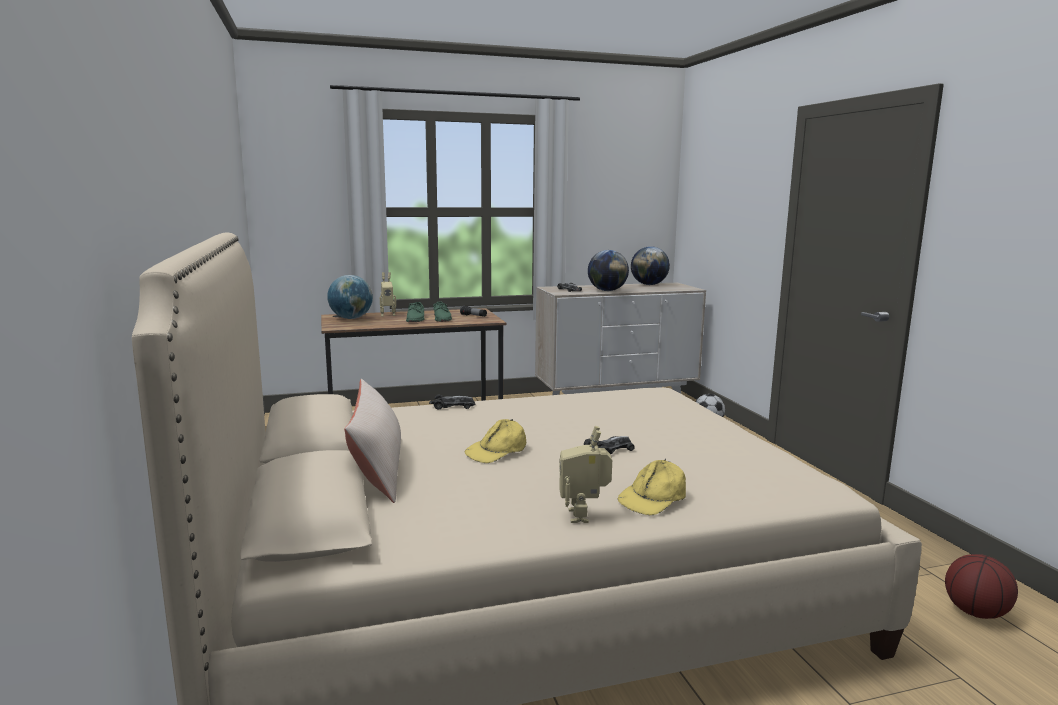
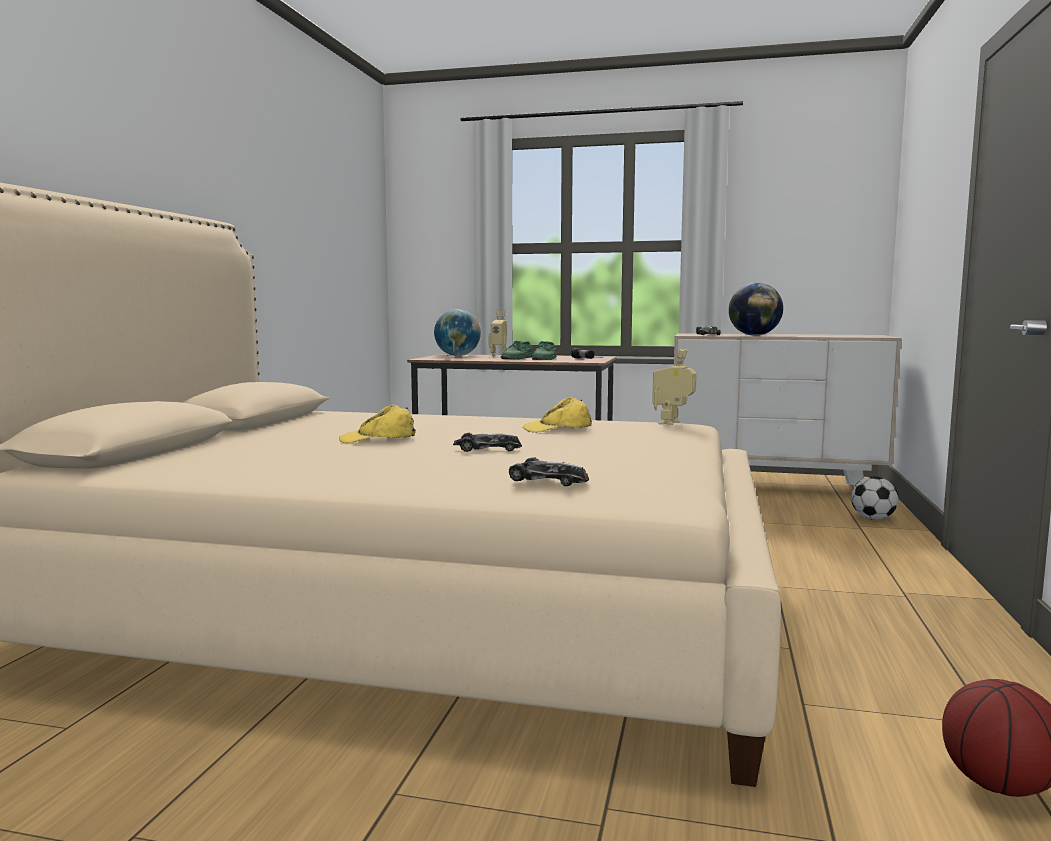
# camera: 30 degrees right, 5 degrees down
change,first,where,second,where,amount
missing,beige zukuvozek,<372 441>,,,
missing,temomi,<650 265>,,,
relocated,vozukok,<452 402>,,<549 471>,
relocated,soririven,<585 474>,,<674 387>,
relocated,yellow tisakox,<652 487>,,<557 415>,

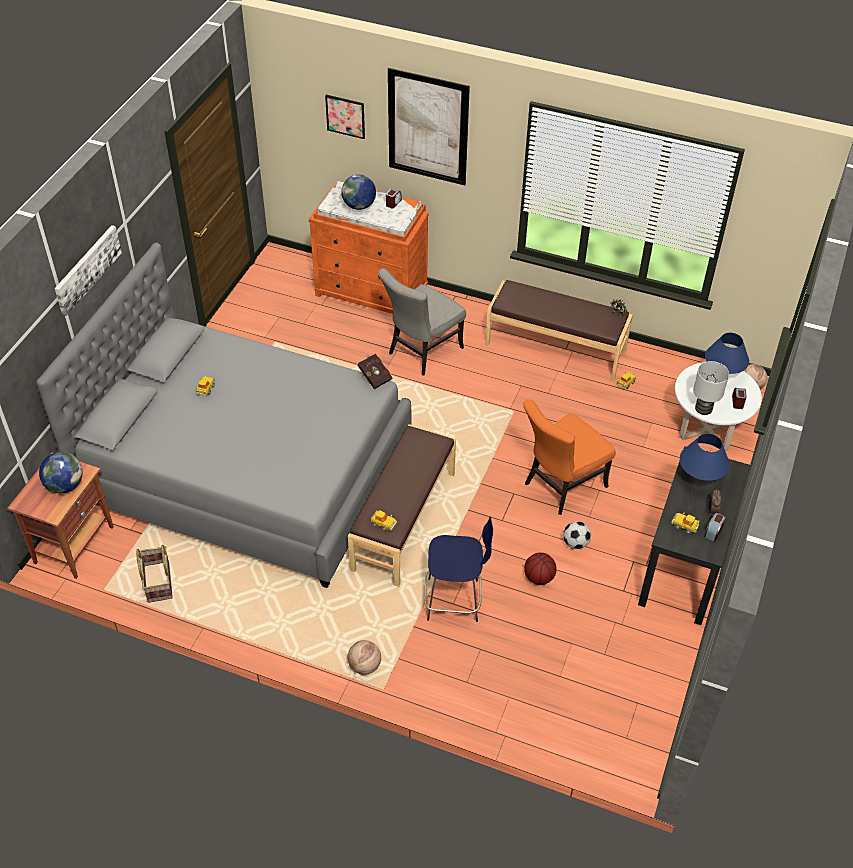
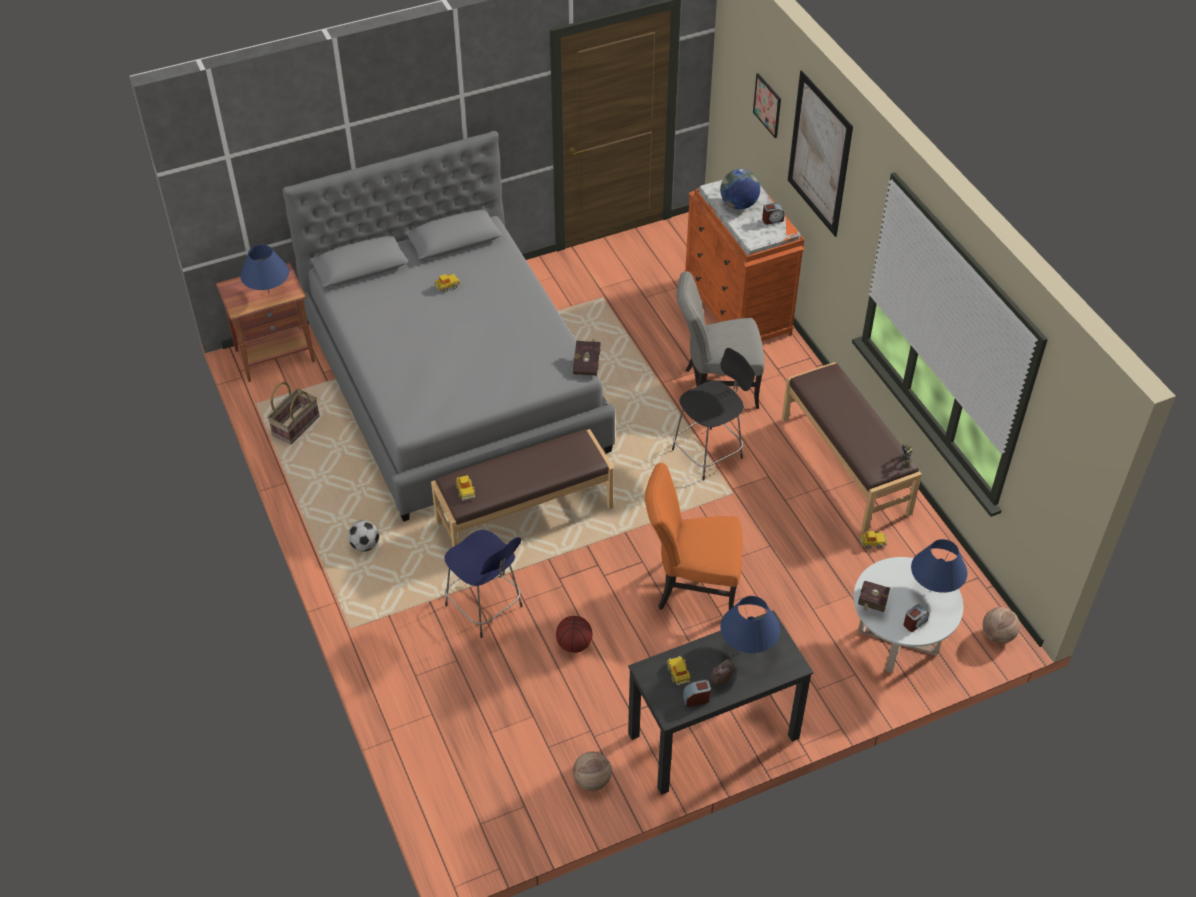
# camera: 45 degrees right, 0 degrees up
change,first,where,second,where,amount
missing,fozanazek,<88 270>,,,
appeared,,,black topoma,<713 414>,
relocated,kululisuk,<364 657>,,<592 771>,
relocated,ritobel,<577 535>,,<363 536>,
exchanged,temomi,<61 472>,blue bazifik,<264 269>,
exchanged,grey bazifik,<711 388>,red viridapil,<874 596>,

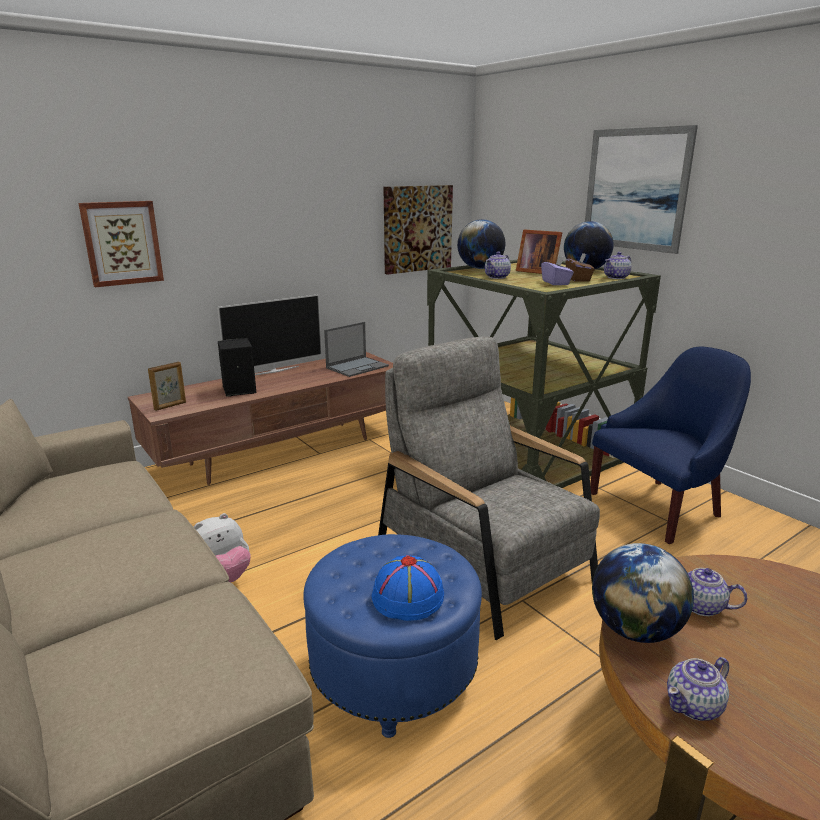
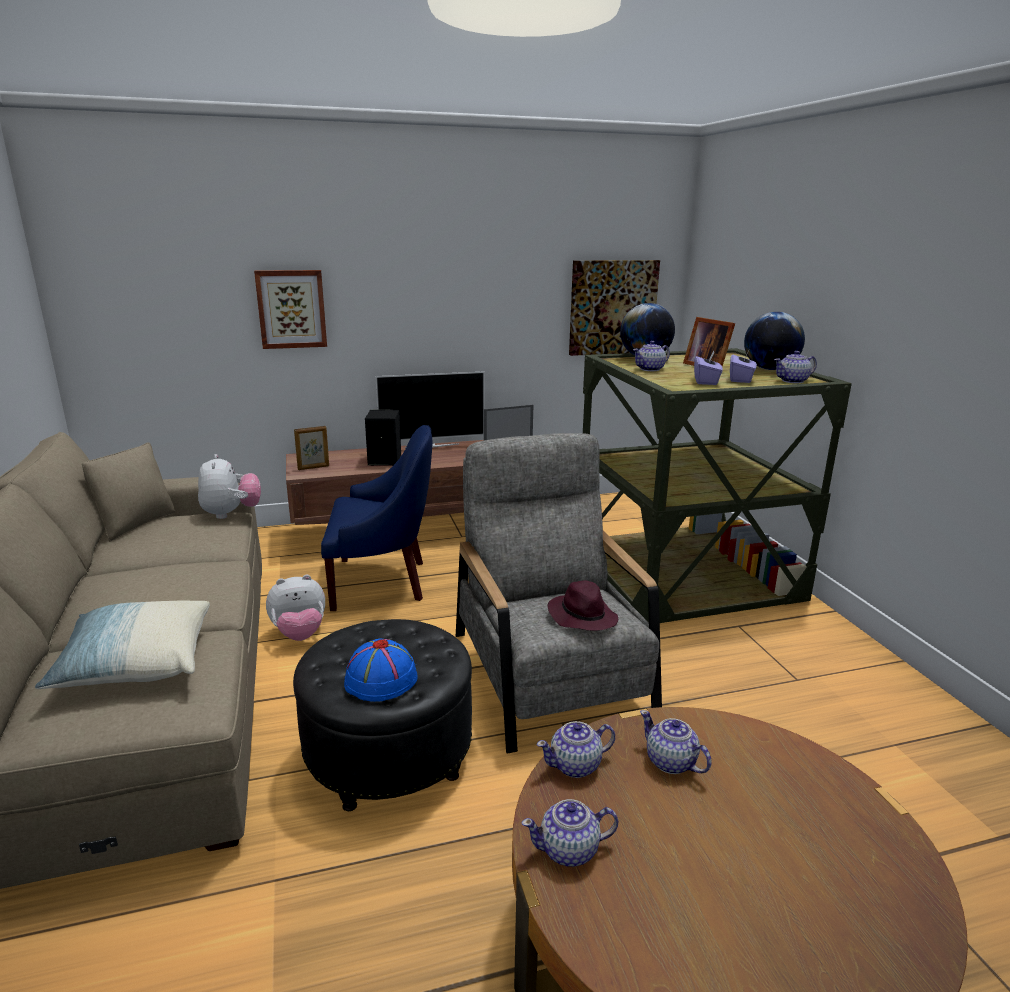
# camera: 20 degrees right, 0 degrees up
change,first,where,second,where,amount
missing,fozanazek,<641 189>,,,
appeared,,,zukuvozek,<122 644>,
appeared,,,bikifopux,<229 486>,
appeared,,,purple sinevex,<583 605>,
relocated,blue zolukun,<670 445>,,<377 518>,
exchanged,temomi,<643 593>,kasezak,<576 749>,
colour,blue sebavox,<392 636>,black sebavox,<382 715>,
colour,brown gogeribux,<580 267>,purple gogeribux,<743 367>,

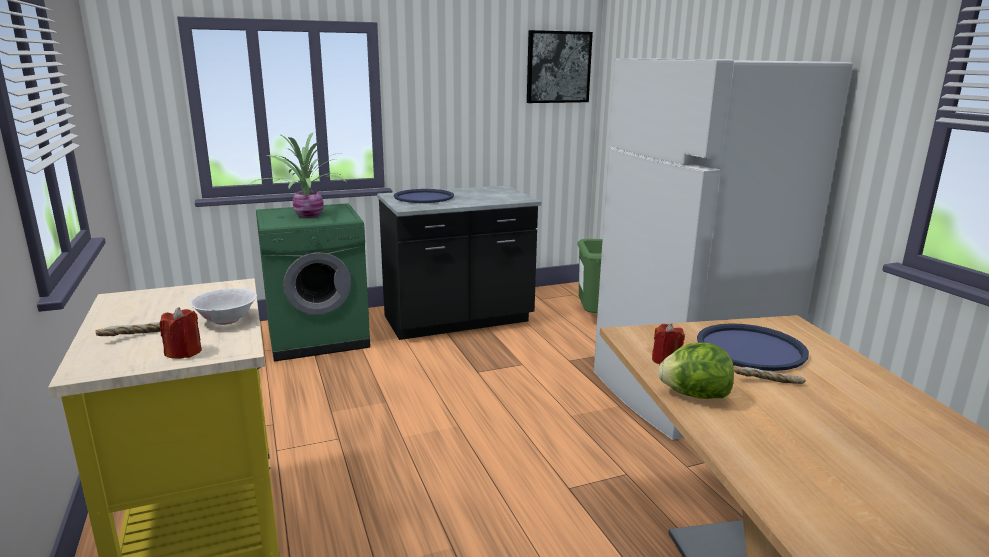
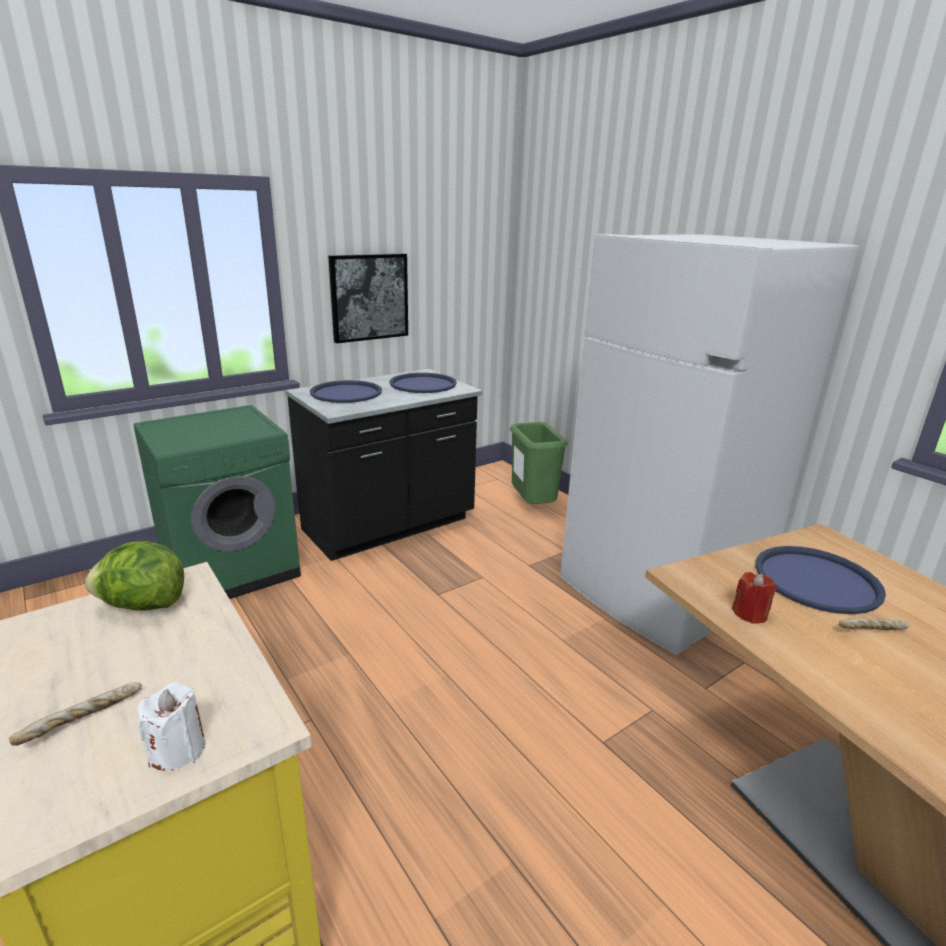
# camera: 15 degrees left, 5 degrees up
change,first,where,second,where,amount
missing,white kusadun,<223 306>,,,
missing,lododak,<298 175>,,,
appeared,,,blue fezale,<423 383>,
relocated,fozanazek,<560 66>,,<368 298>,
relocated,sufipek,<696 371>,,<134 576>,
colour,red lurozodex,<181 333>,white lurozodex,<171 727>,

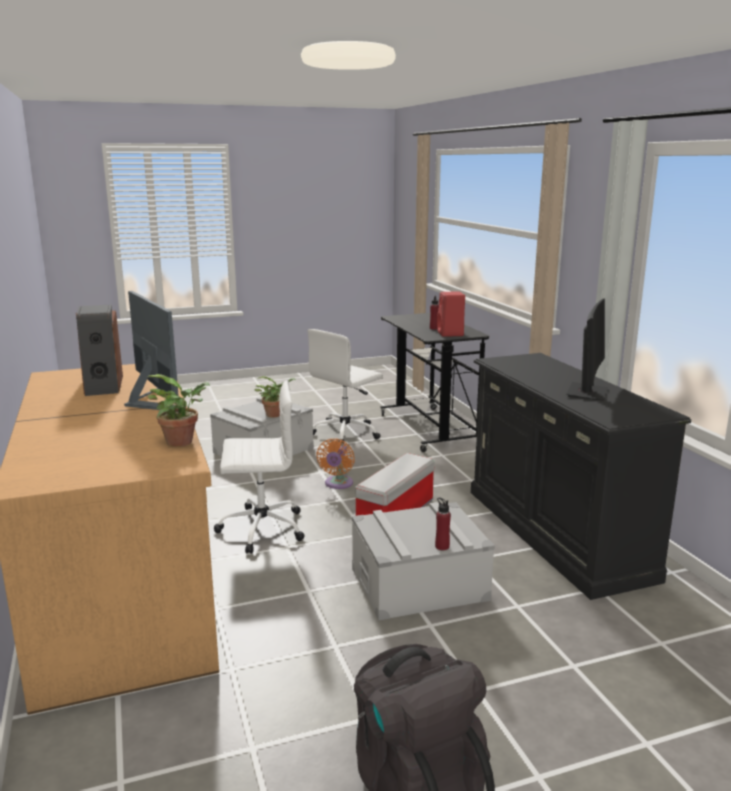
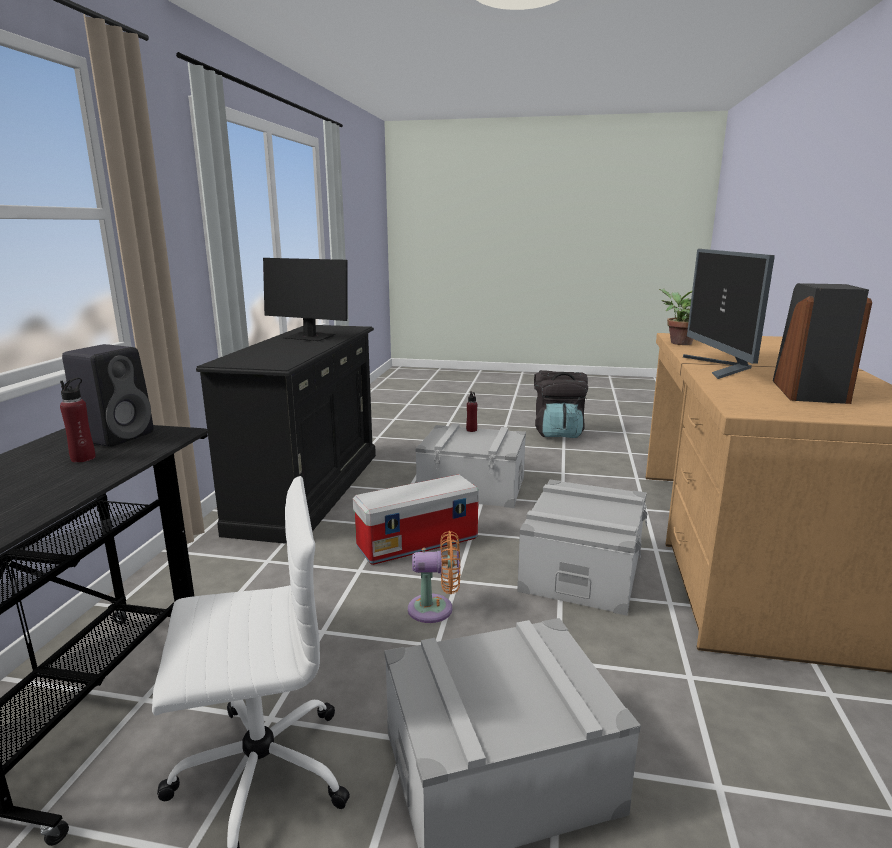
# camera: 150 degrees left, 0 degrees up
change,first,where,second,where,amount
missing,lododak,<275 397>,,,
exchanged,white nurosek,<259 467>,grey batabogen,<582 548>,
colour,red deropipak,<451 314>,black deropipak,<108 395>,
spun,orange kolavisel,<335 463>,,<434 577>,45 degrees clockwise
spun,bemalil,<587 349>,,<305 300>,120 degrees counterclockwise

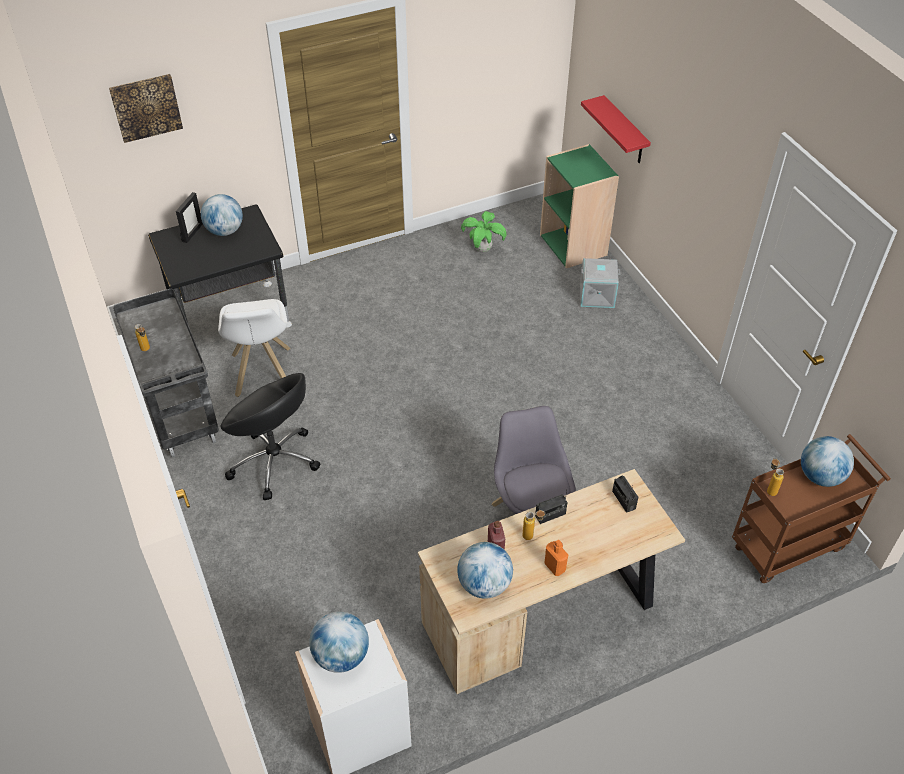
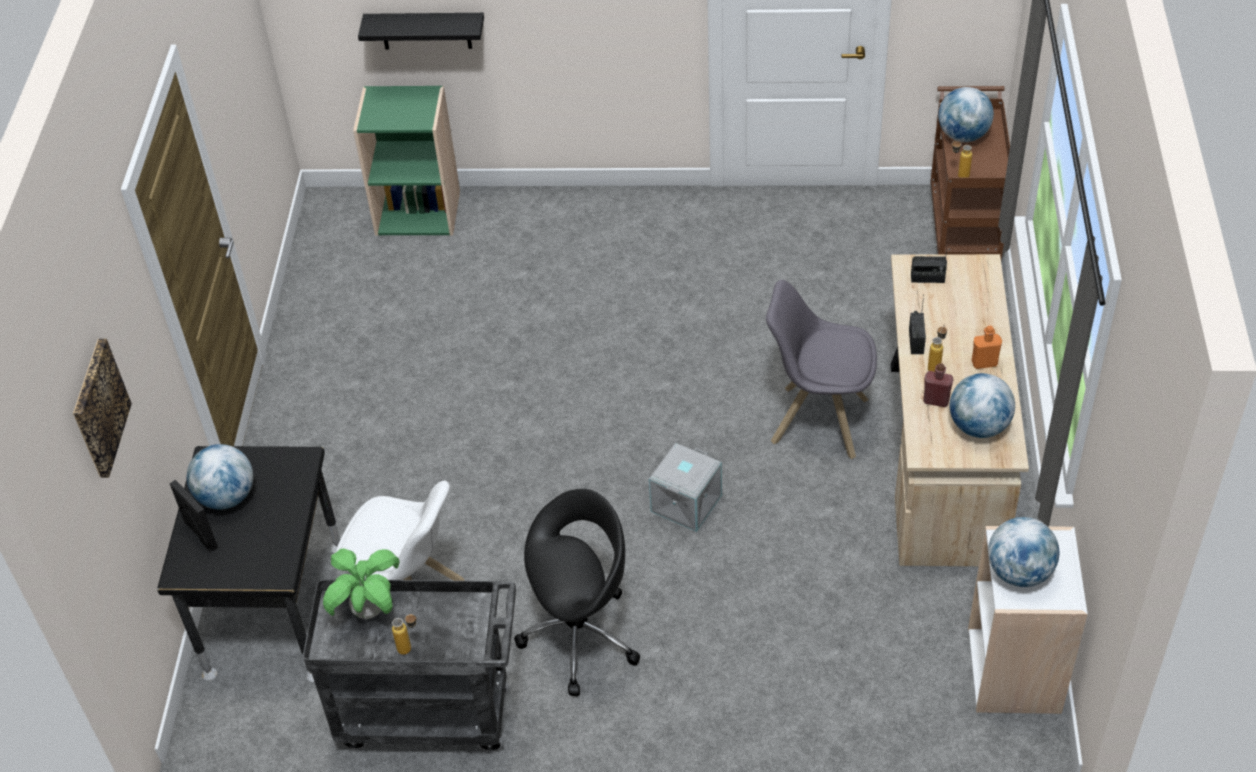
# camera: 60 degrees left, 0 degrees up
change,first,where,second,where,amount
relocated,lododak,<483 232>,,<361 583>,
relocated,grey batabogen,<600 283>,,<685 487>,
colour,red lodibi,<616 129>,black lodibi,<421 31>,

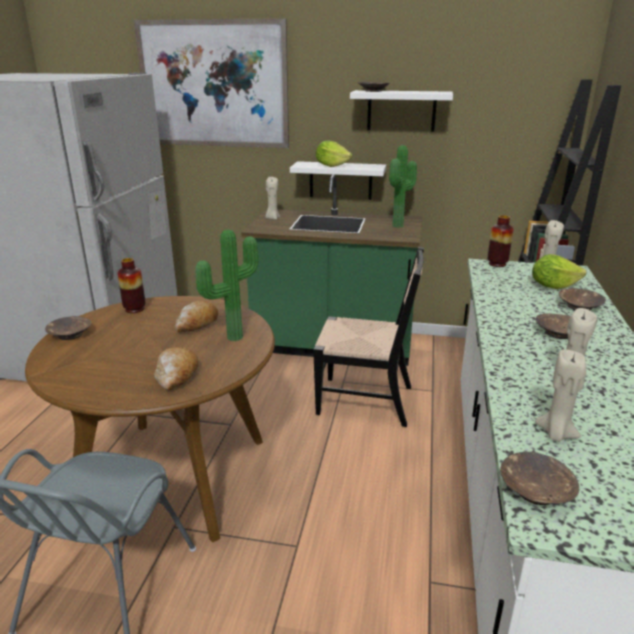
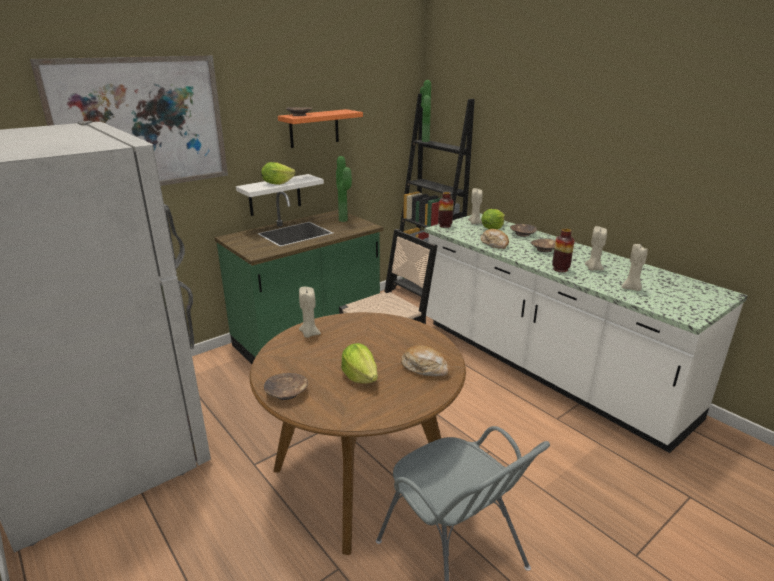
# camera: 50 degrees left, 0 degrees up
change,first,where,second,where,amount
missing,brown kusadun,<539 478>,,,
appeared,,,sufipek,<359 363>,
relocated,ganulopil,<131 285>,,<563 250>,
relocated,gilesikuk,<196 316>,,<494 239>,
relocated,lododak,<227 285>,,<425 111>,
relocated,beige lurozodex,<272 198>,,<310 312>,
colour,white lodibi,<401 111>,orange lodibi,<320 128>,

